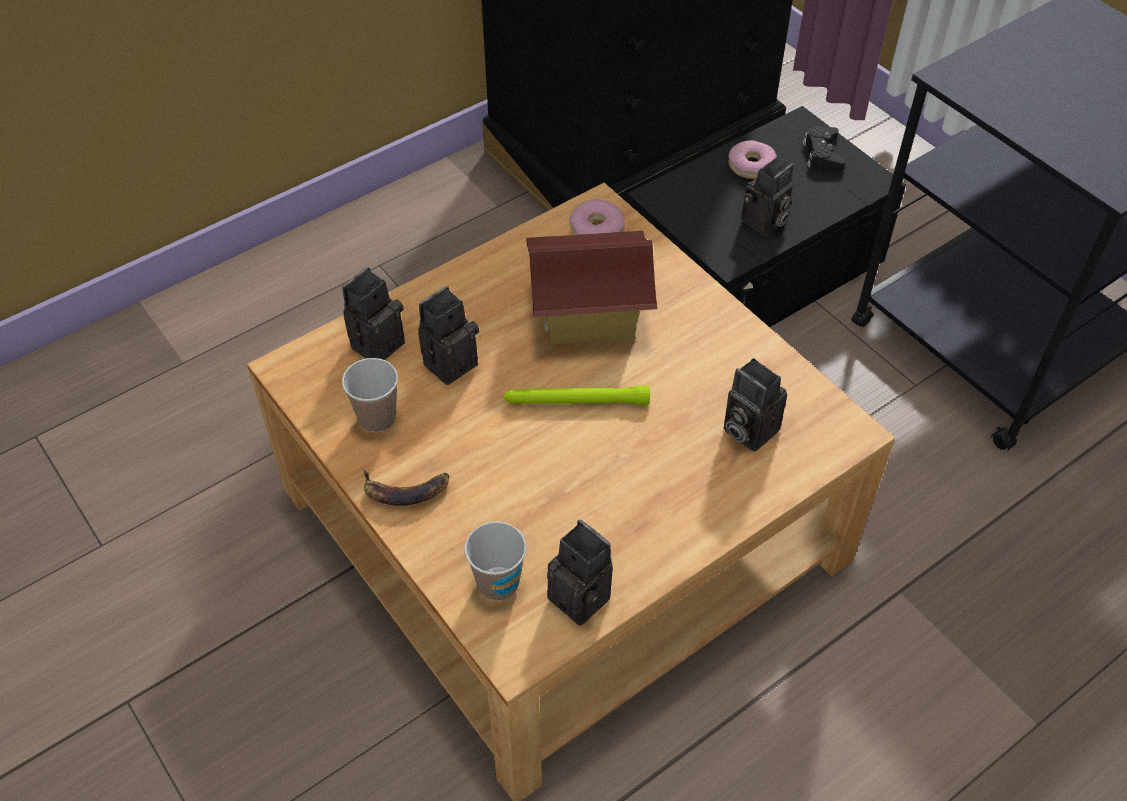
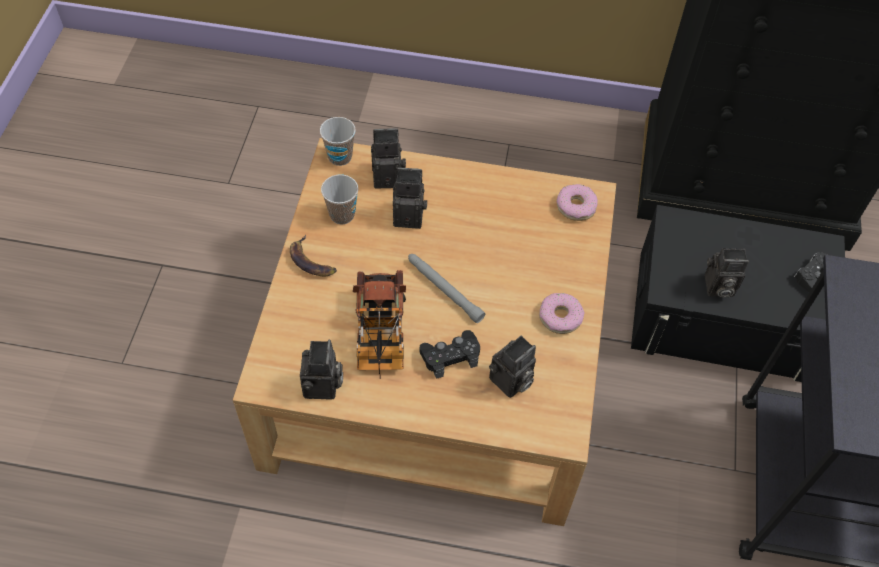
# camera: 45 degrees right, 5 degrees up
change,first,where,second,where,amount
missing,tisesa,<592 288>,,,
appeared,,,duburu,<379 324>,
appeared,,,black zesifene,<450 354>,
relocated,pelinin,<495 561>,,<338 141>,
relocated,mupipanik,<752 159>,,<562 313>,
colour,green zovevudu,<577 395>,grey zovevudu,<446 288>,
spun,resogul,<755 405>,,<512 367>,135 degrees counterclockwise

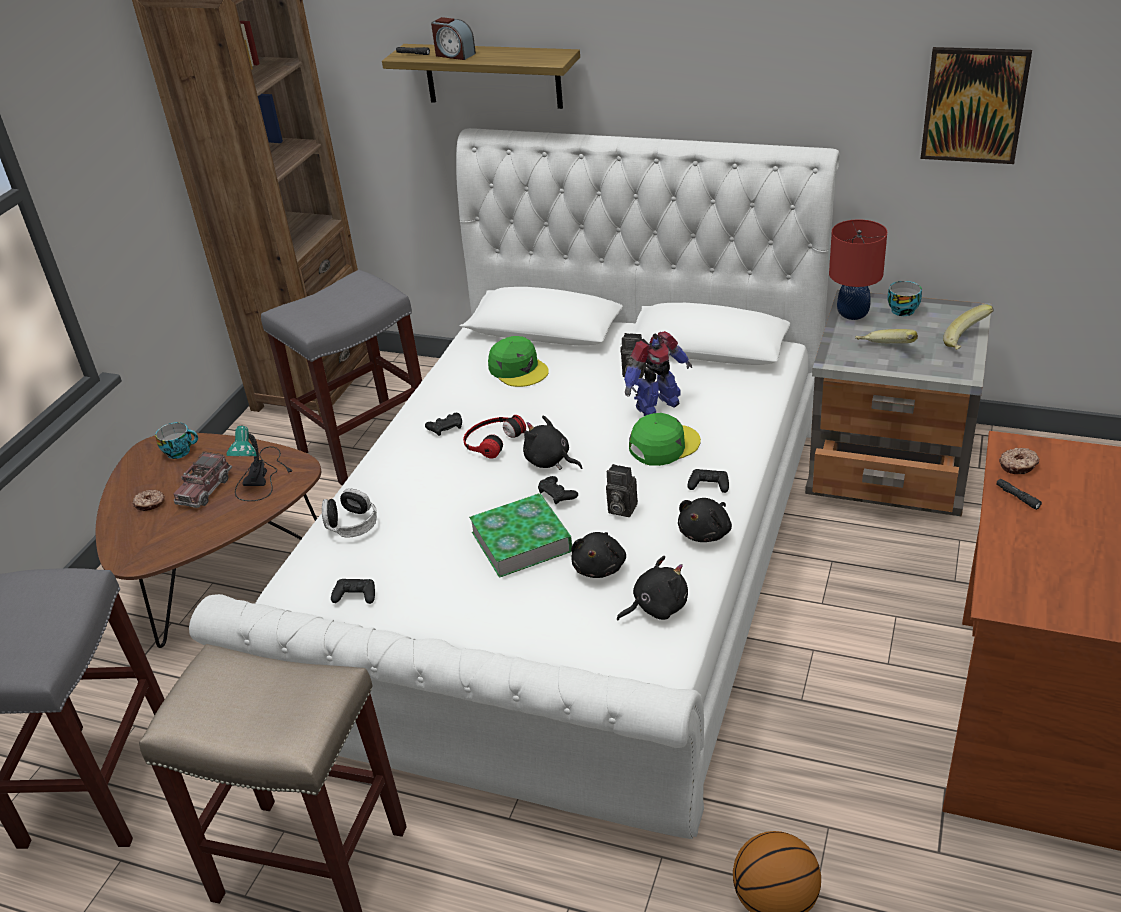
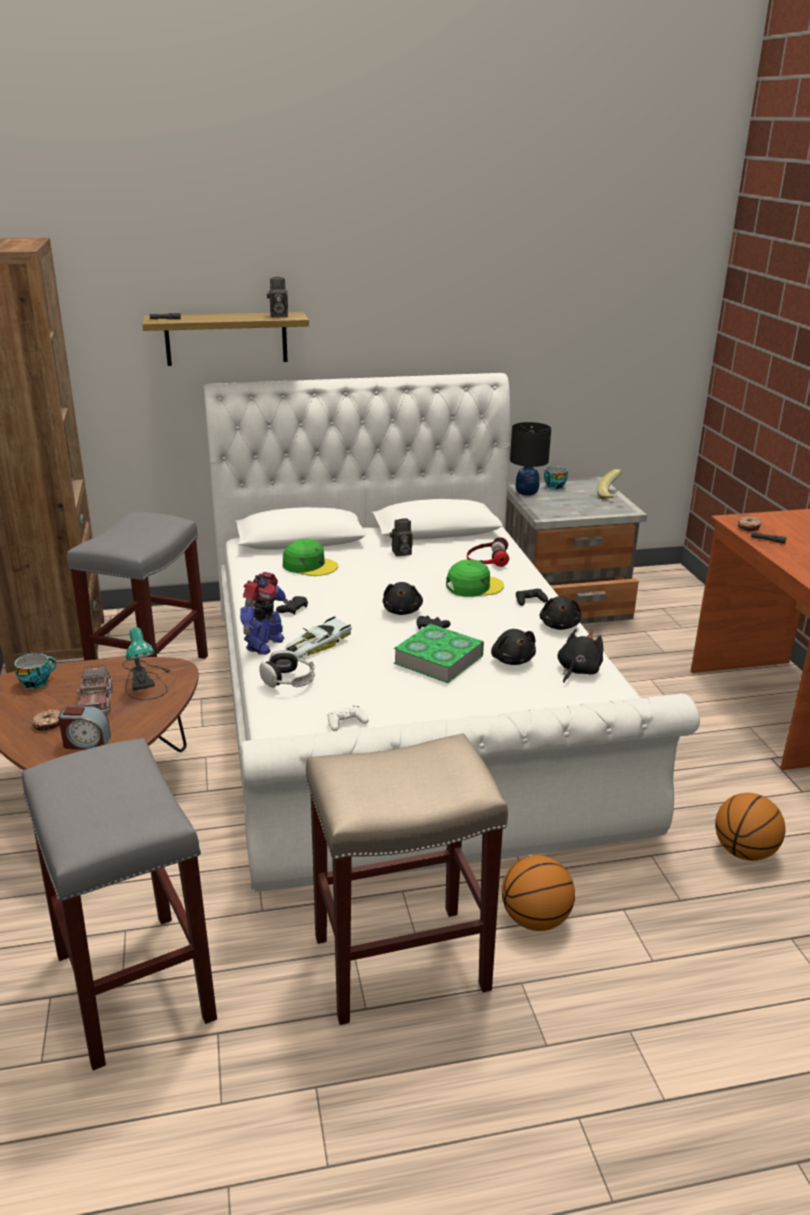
# camera: 35 degrees left, 10 degrees down
change,first,where,second,where,amount
missing,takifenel,<886 336>,,,
missing,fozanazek,<976 105>,,,
appeared,,,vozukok,<318 637>,
appeared,,,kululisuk,<538 893>,
relocated,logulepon,<453 38>,,<84 727>,
relocated,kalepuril,<494 437>,,<488 552>,
relocated,resogul,<622 490>,,<277 297>,
relocated,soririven,<658 373>,,<264 613>,
colour,black zesifene,<353 591>,white zesifene,<348 718>,
colour,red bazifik,<858 269>,black bazifik,<530 459>,
spun,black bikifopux,<552 442>,,<403 598>,90 degrees counterclockwise
spun,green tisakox,<665 439>,,<475 578>,45 degrees clockwise

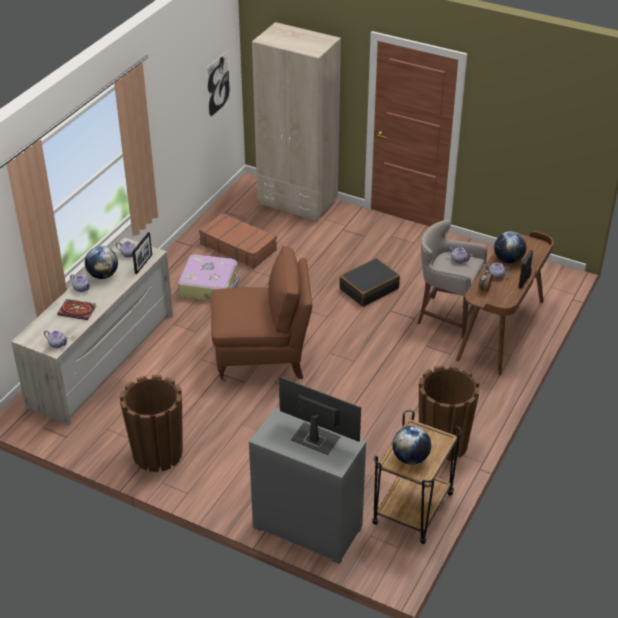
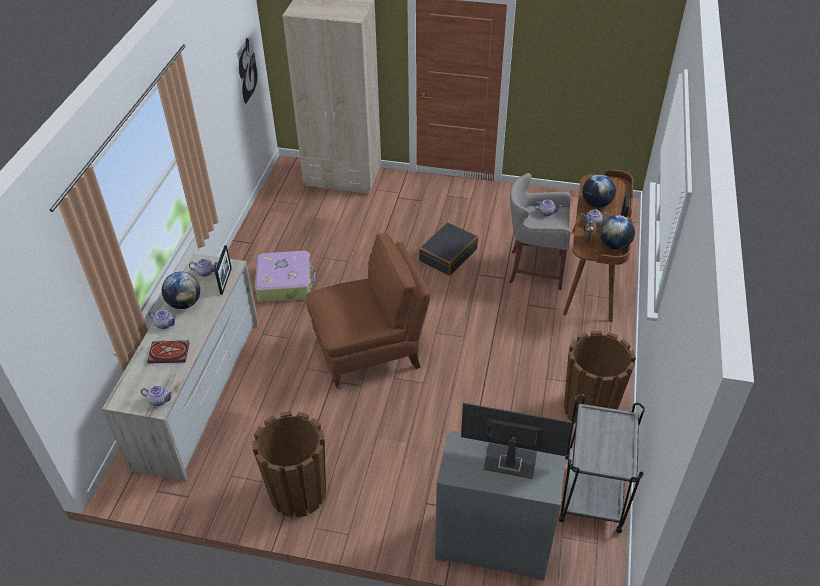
# camera: 15 degrees left, 5 degrees up
change,first,where,second,where,amount
missing,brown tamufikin,<238 240>,,,
relocated,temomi,<411 445>,,<617 232>,
colour,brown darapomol,<417 476>,grey darapomol,<602 463>,

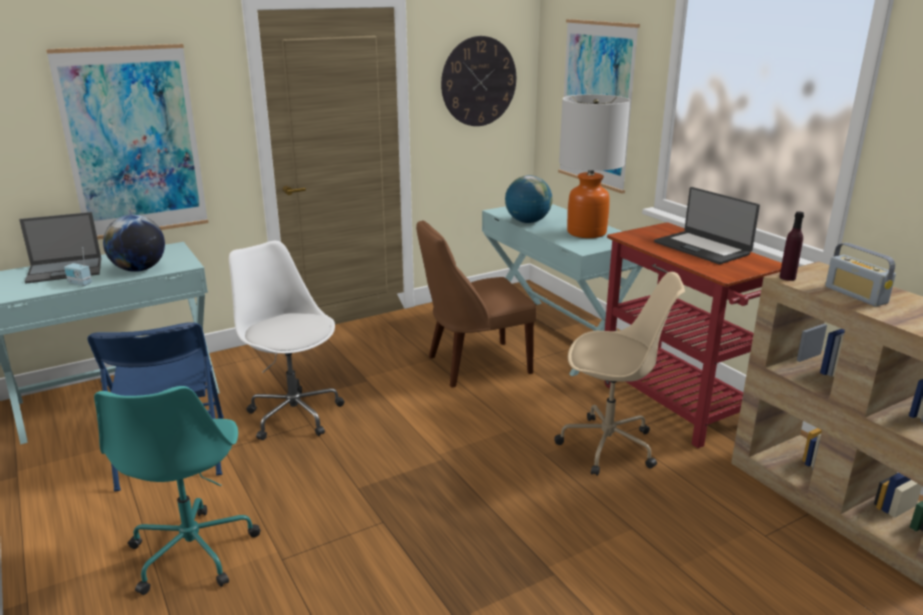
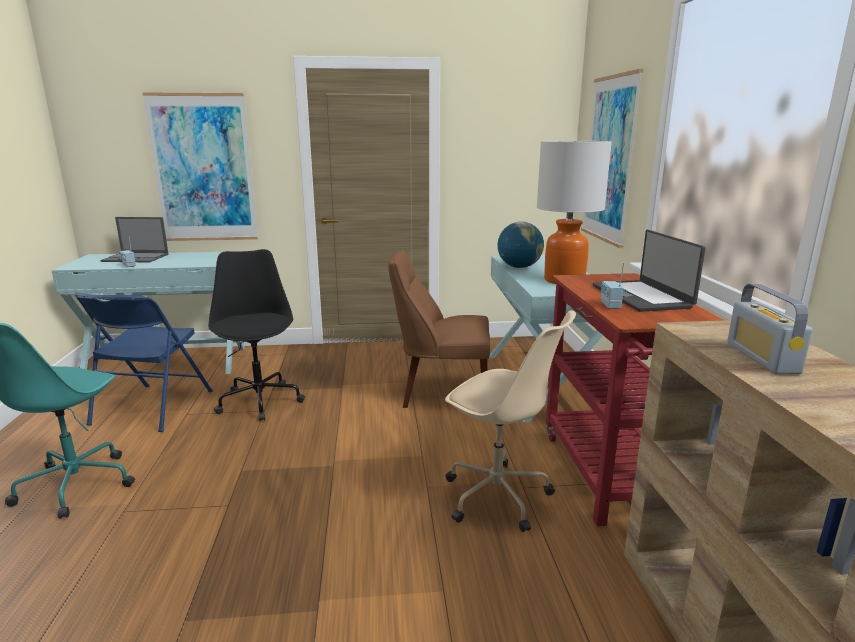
# camera: 25 degrees right, 5 degrees down
change,first,where,second,where,amount
missing,temomi,<134 243>,,,
missing,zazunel,<478 81>,,,
missing,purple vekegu,<792 246>,,,
appeared,,,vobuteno,<612 286>,
colour,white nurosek,<287 340>,black nurosek,<257 335>,

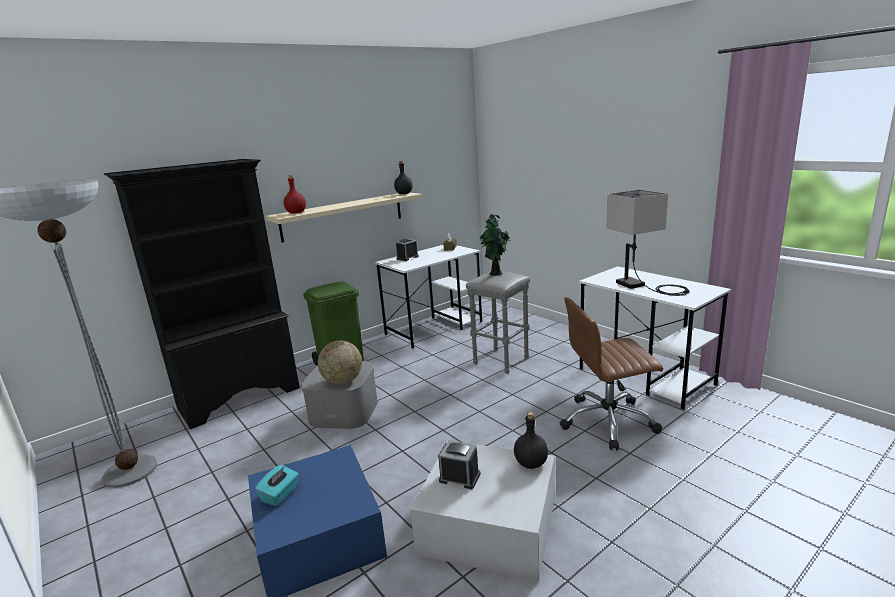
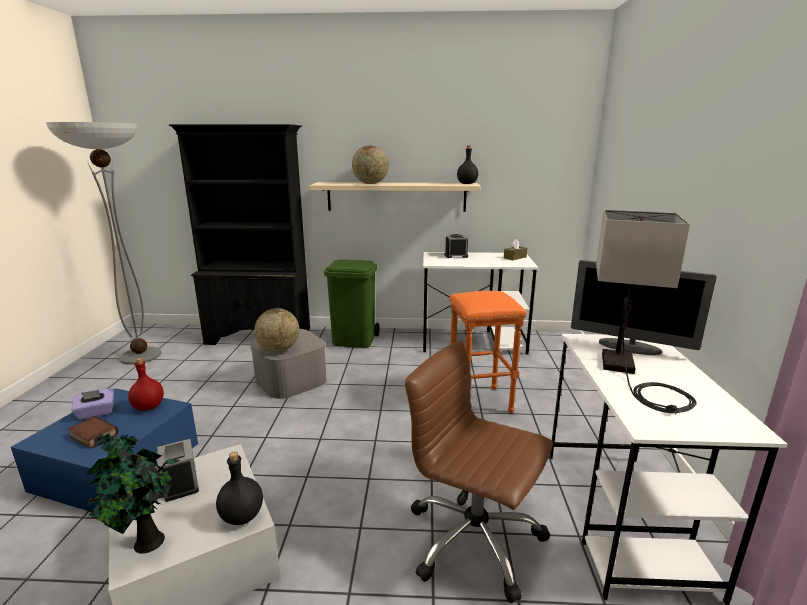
# camera: 40 degrees right, 0 degrees up
change,first,where,second,where,amount
appeared,,,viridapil,<92 432>,
appeared,,,temomi,<370 165>,
appeared,,,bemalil,<644 307>,
relocated,red vekegu,<295 194>,,<146 384>,
relocated,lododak,<495 245>,,<132 493>,
colour,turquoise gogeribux,<277 485>,purple gogeribux,<93 404>,
colour,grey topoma,<498 322>,orange topoma,<487 352>,

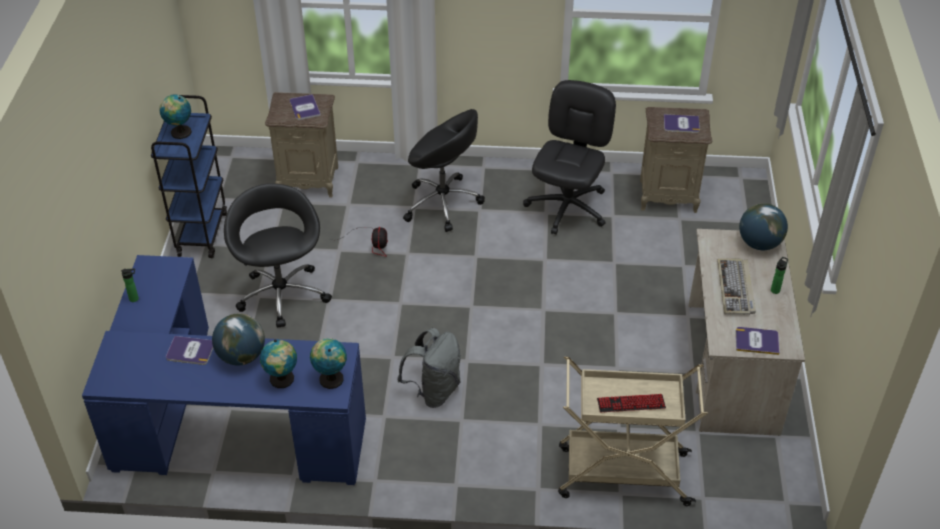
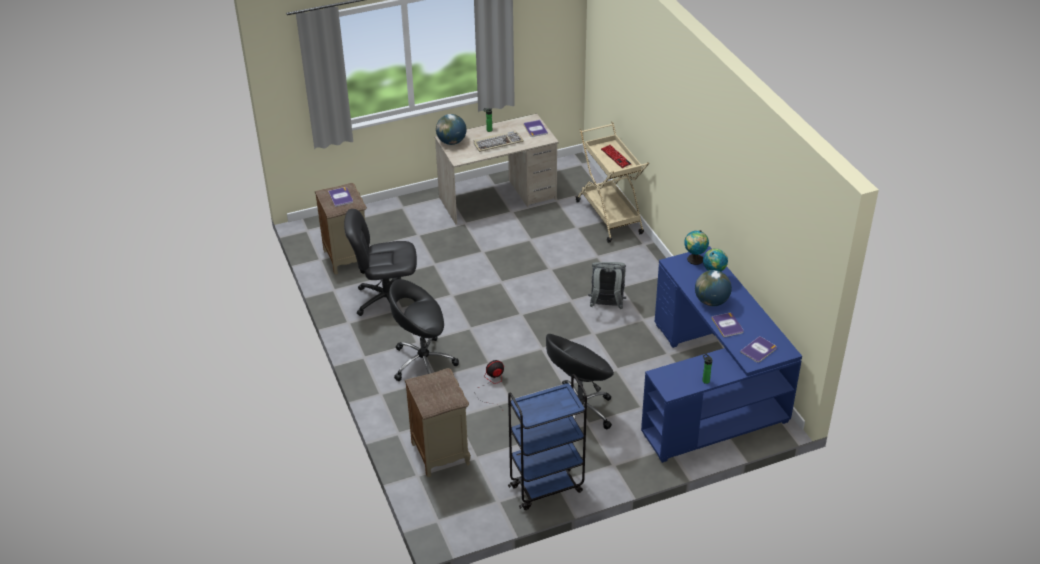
# camera: 115 degrees left, 5 degrees down
change,first,where,second,where,amount
missing,temomi,<176 117>,,,
relocated,viridapil,<305 107>,,<758 349>,
spun,black nurosek,<444 170>,,<424 330>,105 degrees counterclockwise

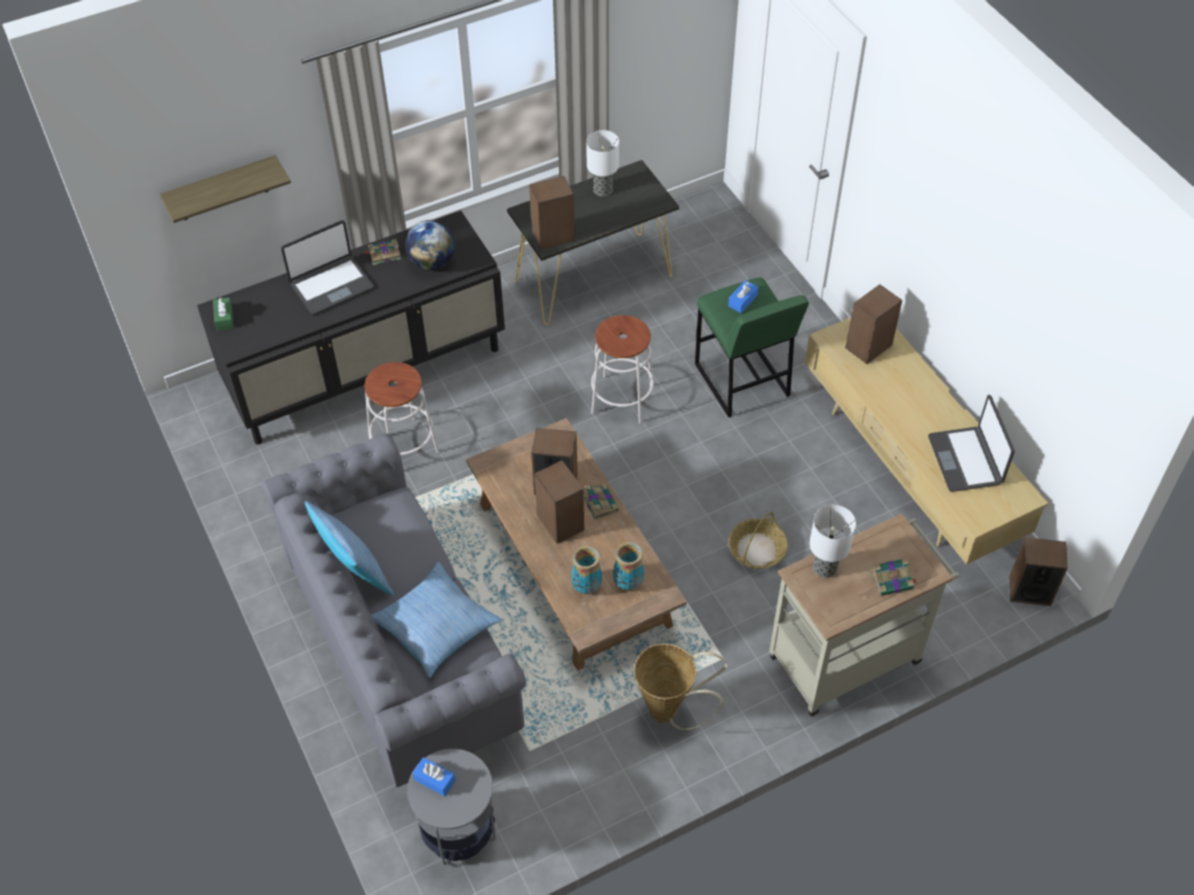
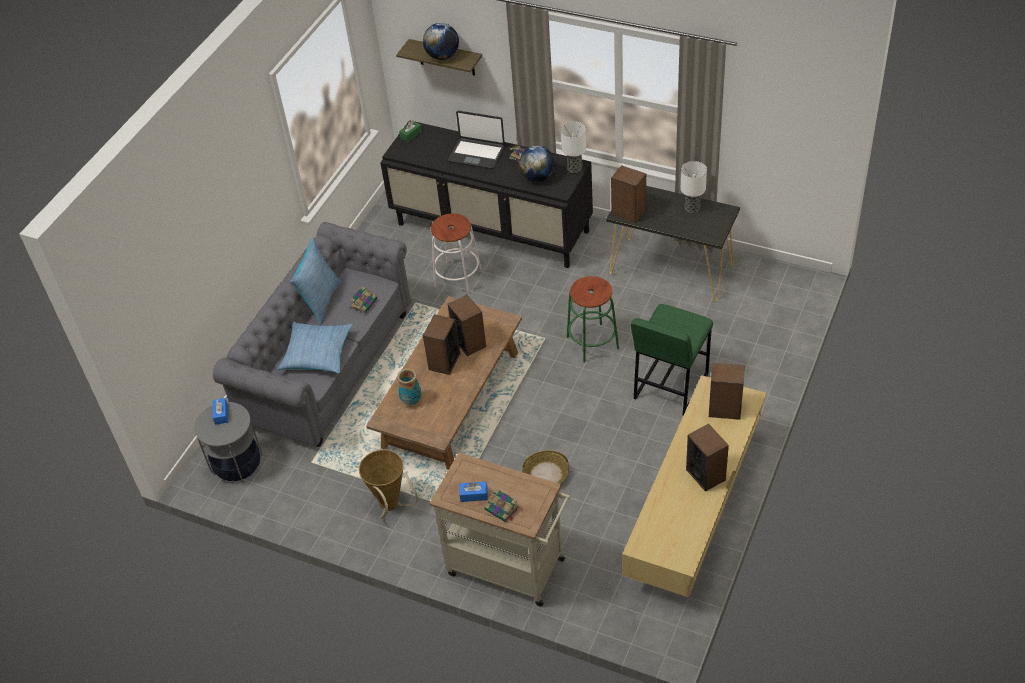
# camera: 55 degrees right, 5 degrees down
change,first,where,second,where,amount
missing,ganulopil,<628 566>,,,
missing,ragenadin,<971 443>,,,
appeared,,,temomi,<441 41>,
relocated,viridapil,<601 502>,,<363 299>,
relocated,blue gogeribux,<743 296>,,<473 492>,
relocated,bazifik,<832 541>,,<573 147>,
relocated,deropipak,<1039 571>,,<707 458>,
colour,white topoma,<622 369>,green topoma,<593 319>,

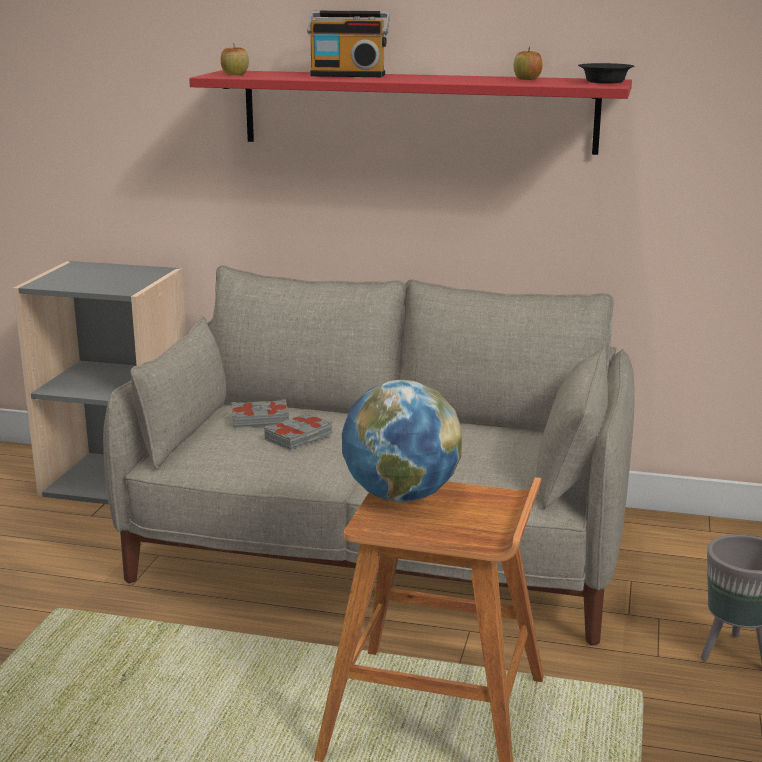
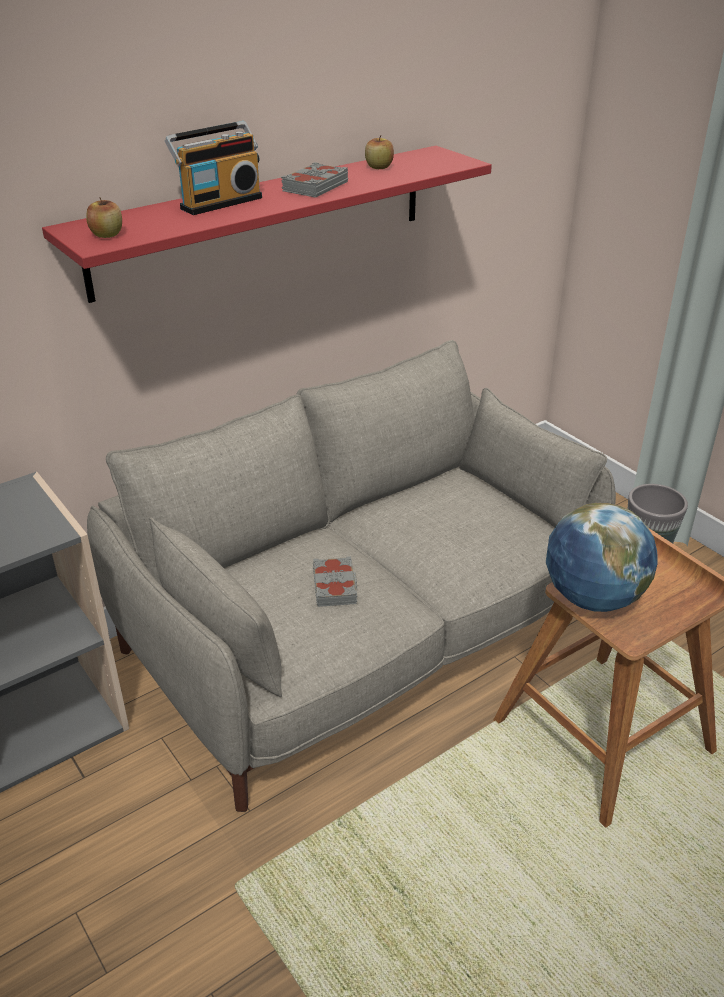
# camera: 50 degrees left, 15 degrees up
change,first,where,second,where,amount
missing,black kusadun,<606 73>,,,
relocated,grey viridapil,<260 413>,,<314 180>,

